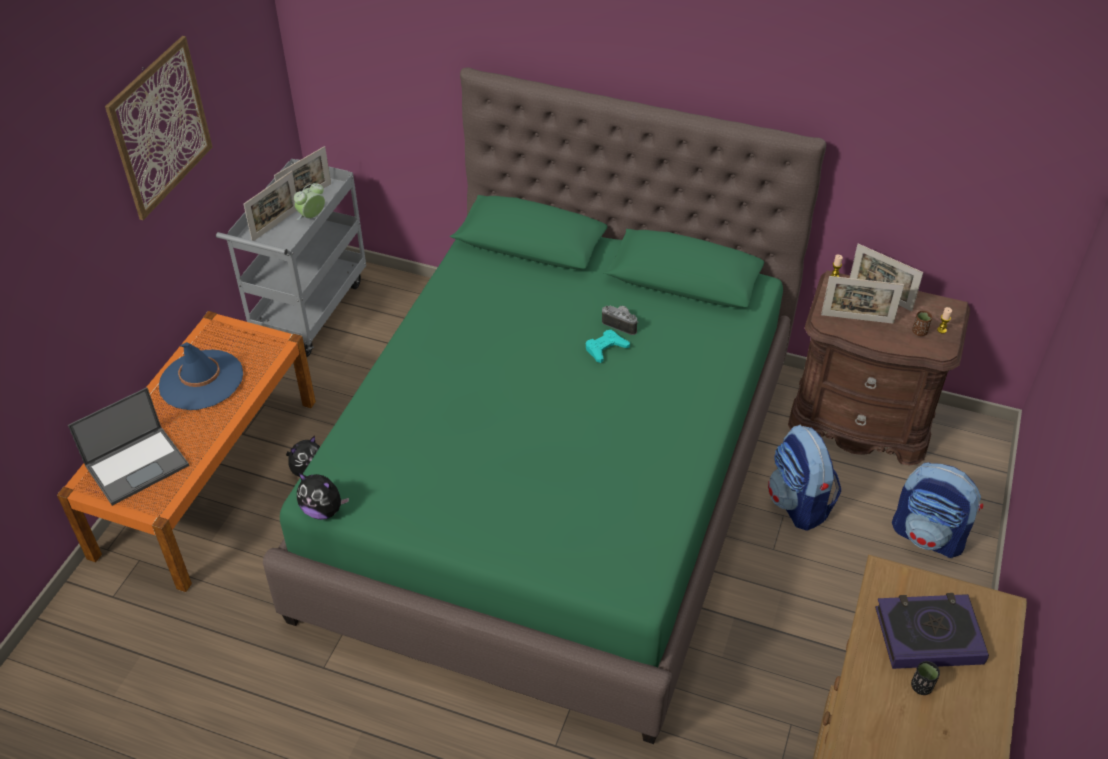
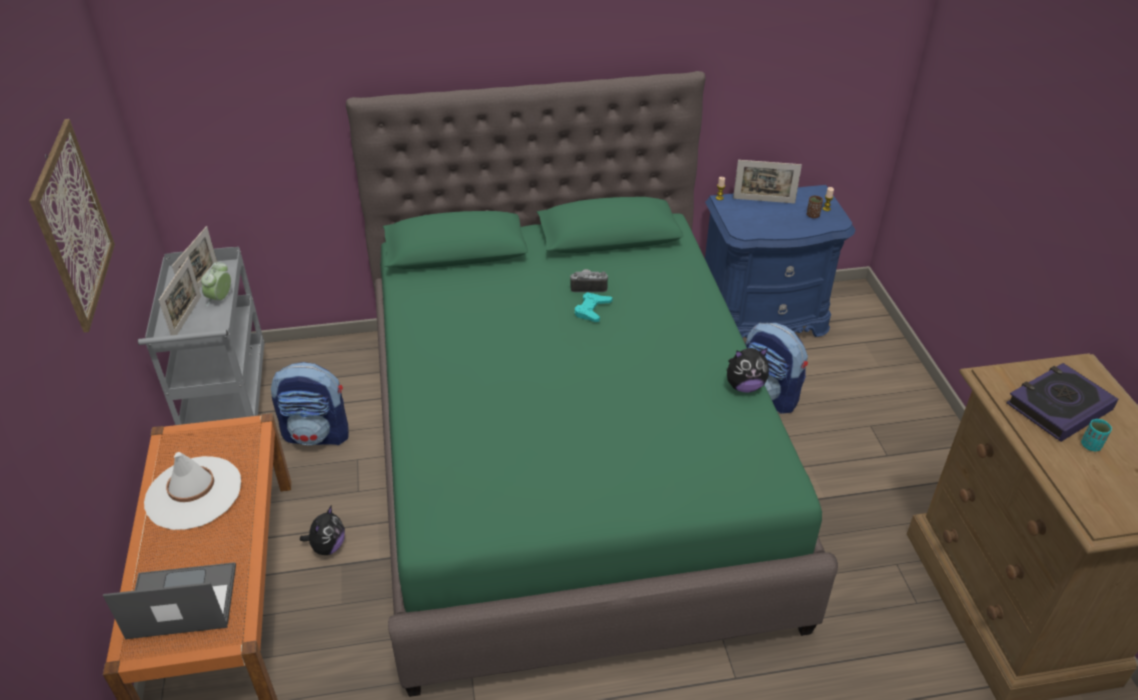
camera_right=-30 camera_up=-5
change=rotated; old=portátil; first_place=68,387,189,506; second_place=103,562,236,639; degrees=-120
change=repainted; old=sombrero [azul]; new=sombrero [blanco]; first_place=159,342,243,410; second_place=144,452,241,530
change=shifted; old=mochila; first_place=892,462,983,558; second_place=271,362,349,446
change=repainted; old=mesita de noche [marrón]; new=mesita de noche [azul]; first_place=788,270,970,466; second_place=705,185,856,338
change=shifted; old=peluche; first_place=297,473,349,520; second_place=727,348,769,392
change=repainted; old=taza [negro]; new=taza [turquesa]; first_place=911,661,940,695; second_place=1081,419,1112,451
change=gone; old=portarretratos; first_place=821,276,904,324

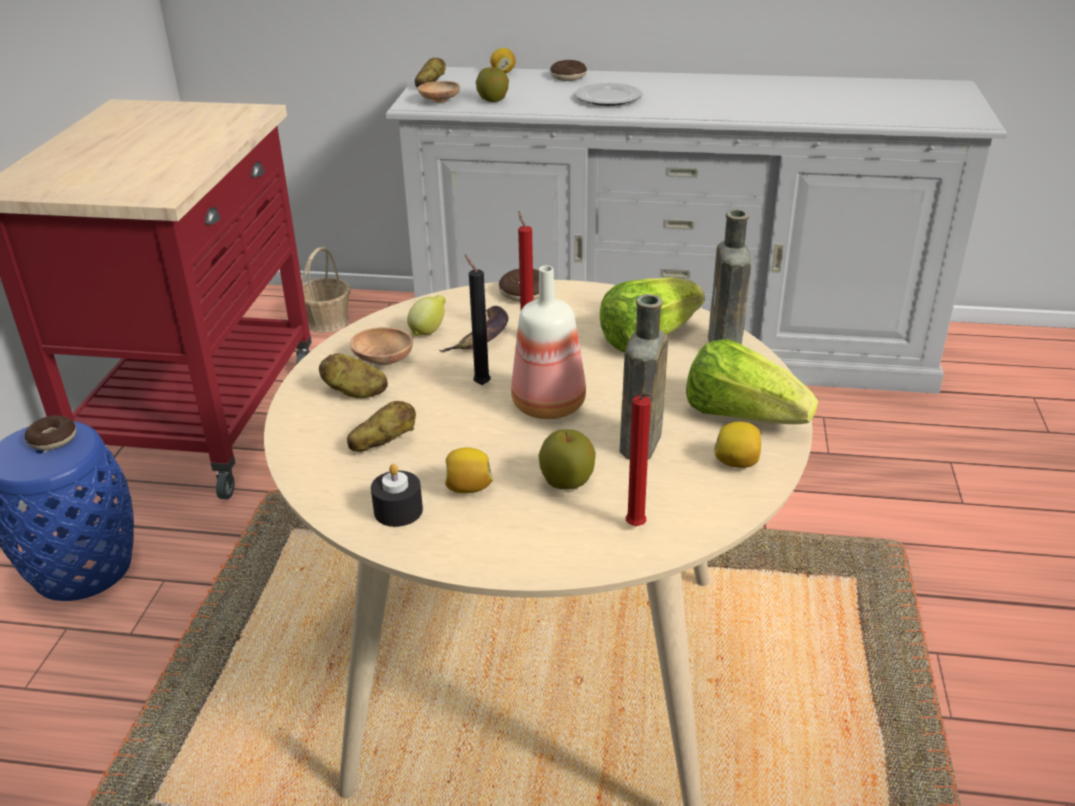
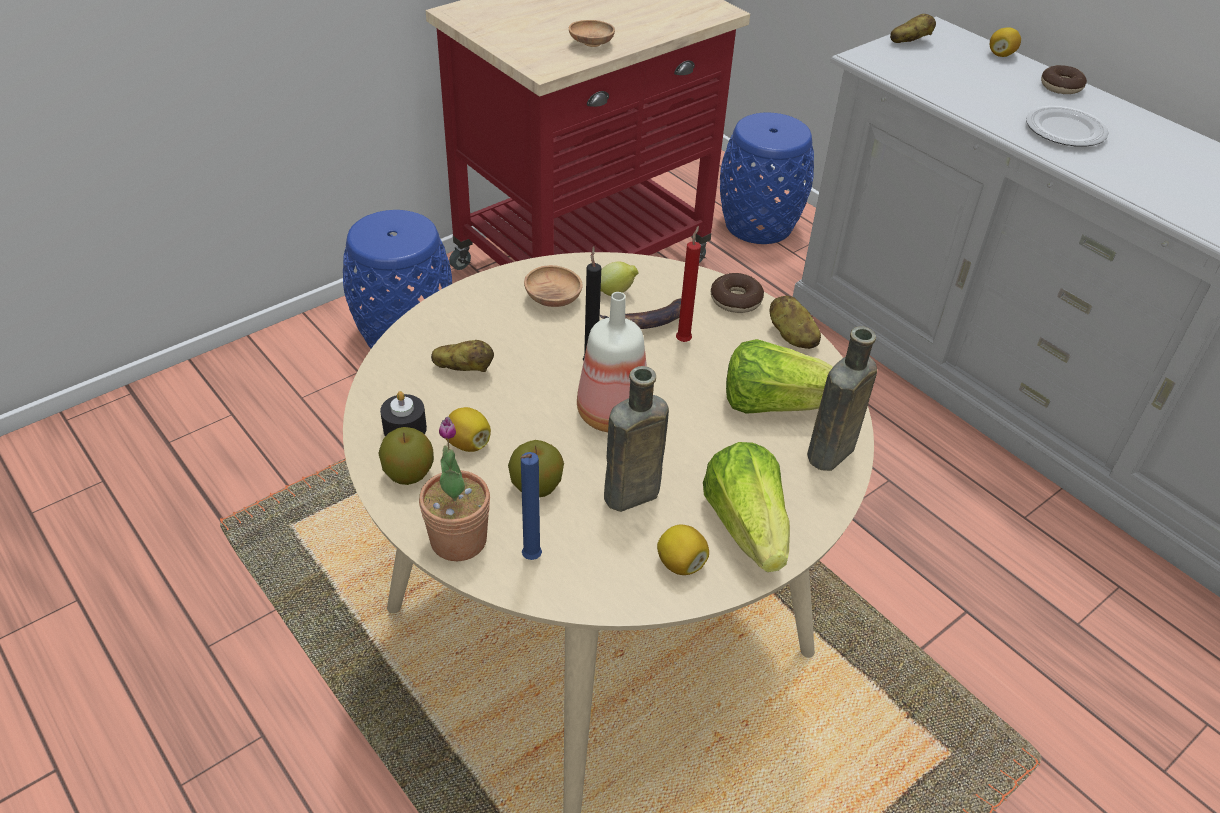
camera_right=40 camera_up=10
change=shifted; old=manzana; first_place=476,67,509,102; second_place=378,427,434,485
change=new; new=planta en maceta; second_place=419,417,490,561
change=repainted; old=vela [rojo]; new=vela [azul]; first_place=626,393,651,526; second_place=521,452,542,560
change=shifted; old=cuenco [marrón]; first_place=418,81,460,103; second_place=569,20,615,47
change=swapped; old=cesta; new=taburete [azul]; first_place=302,247,350,333; second_place=720,112,814,244
change=shifted; old=patata; first_place=319,354,388,398; second_place=769,295,821,349
change=gone; old=rosquilla; first_place=25,415,76,450

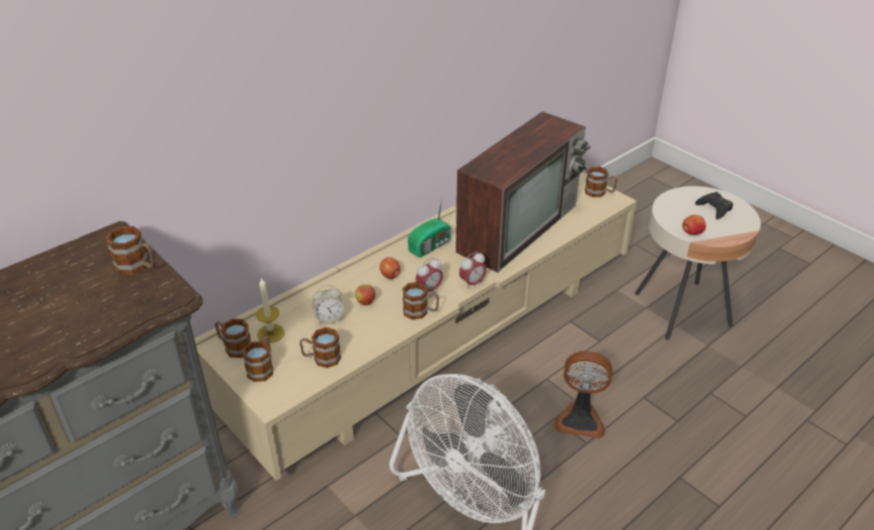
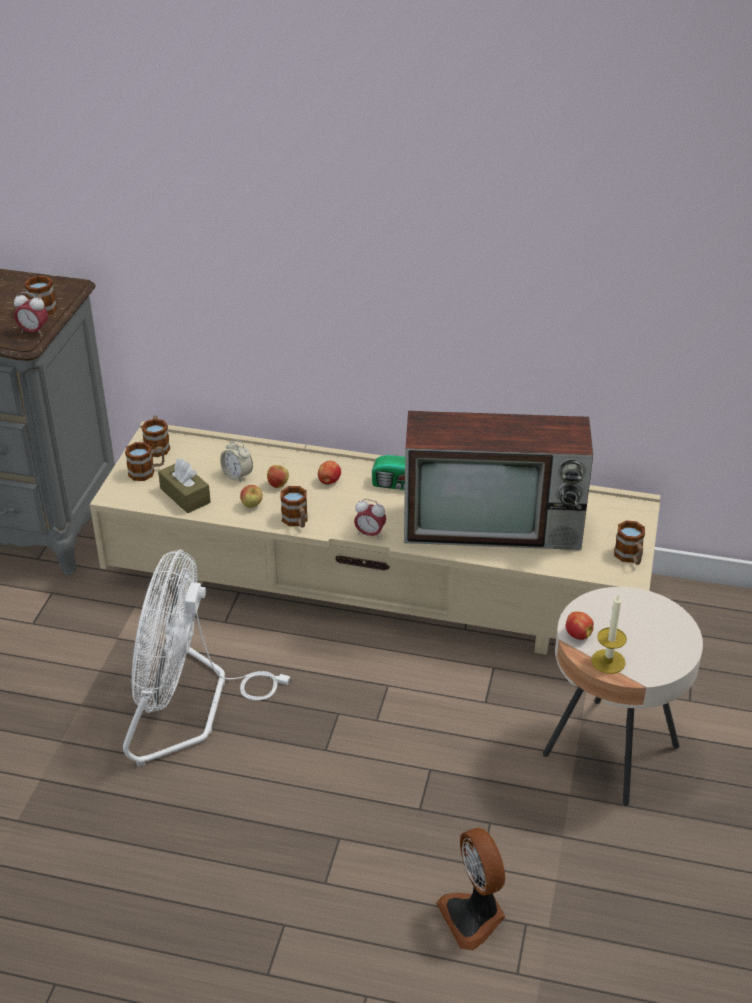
camera_right=55 camera_up=0
change=shifted; old=despertador; first_place=415,258,443,292; second_place=14,292,48,336
change=swapped; old=taza grande; new=caja de pañuelos [marrón]; first_place=300,327,341,368; second_place=158,458,211,513
change=new; new=manzana; second_place=240,485,263,508
change=shifted; old=ventilador; first_place=554,351,612,439; second_place=436,828,505,950
change=shifted; old=vela; first_place=256,277,284,343; second_place=591,594,627,674
change=gone; old=mando de consola [negro]; first_place=695,192,733,219

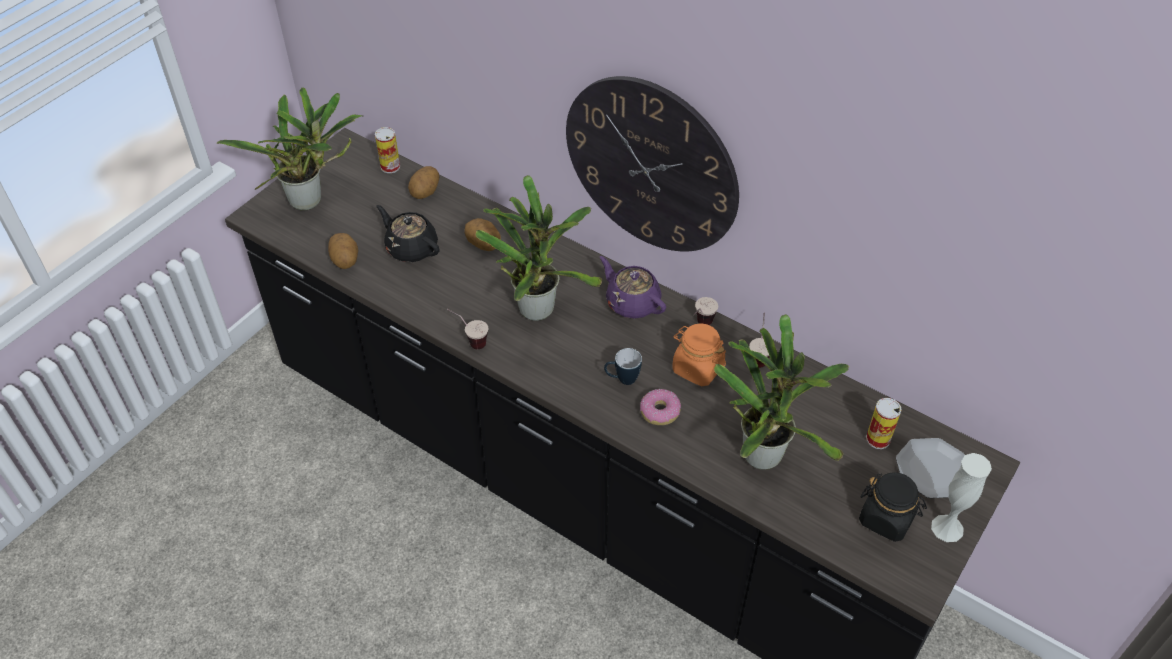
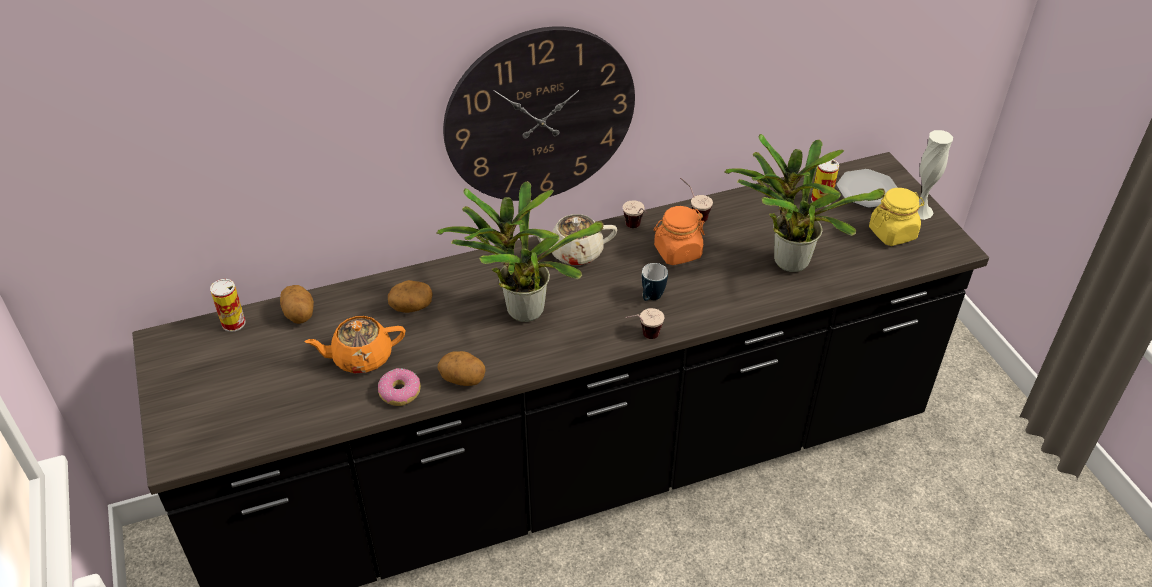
camera_right=-55 camera_up=-5
change=repainted; old=tetera [negro]; new=tetera [naranja]; first_place=377,205,440,262; second_place=304,316,405,373
change=shifted; old=rosquilla; first_place=640,389,681,425; second_place=378,368,421,406
change=shifted; old=patata; first_place=328,233,358,269; second_place=437,351,486,386
change=repainted; old=tetera [morado]; new=tetera [beis]; first_place=600,256,666,319; second_place=534,214,617,265
change=shifted; old=taza; first_place=447,309,488,349; second_place=625,308,664,339
change=repainted; old=tarro [negro]; new=tarro [amarillo]; first_place=859,472,927,542; second_place=869,188,924,246
change=gone; old=planta en maceta; first_place=217,87,363,211

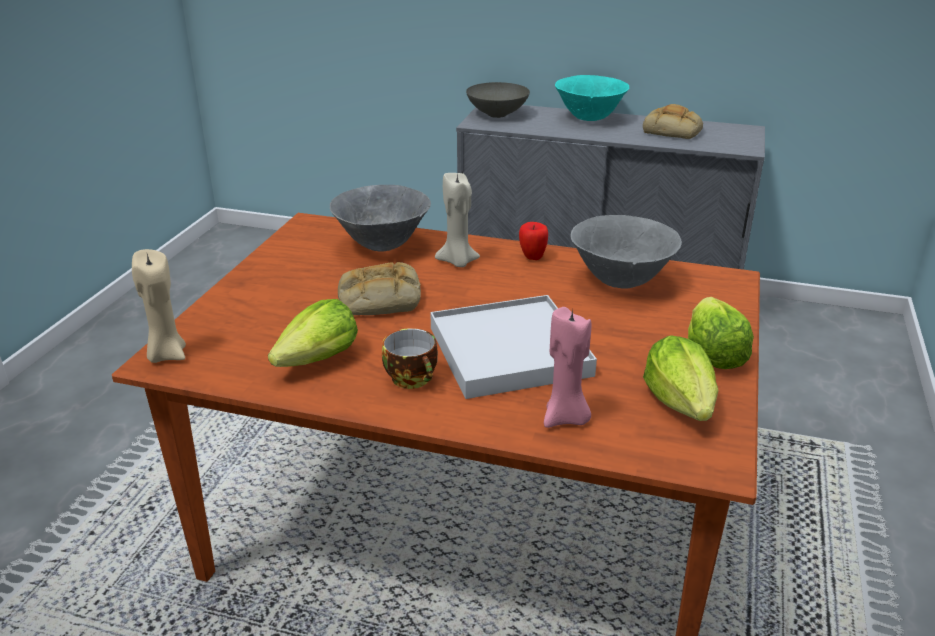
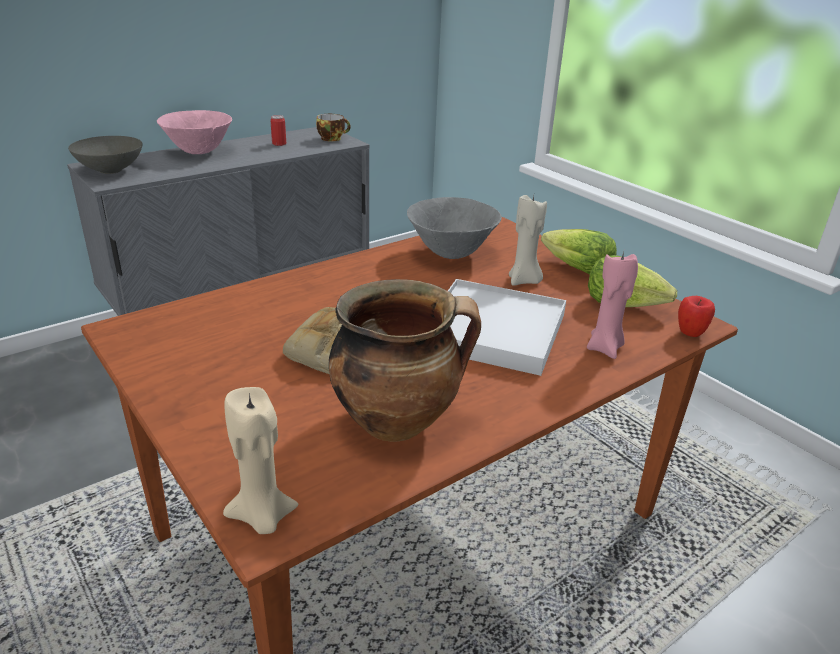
camera_right=-55 camera_up=0
change=repainted; old=cuenco [turquesa]; new=cuenco [rosa]; first_place=555,75,629,121; second_place=157,110,232,154
change=swapped; old=pan; new=lata; first_place=643,104,703,139; second_place=270,115,286,146
change=shifted; old=taza; first_place=382,328,438,389; second_place=316,114,351,141
change=swapped; old=lechuga; new=olla; first_place=268,299,358,367; second_place=329,279,481,442
change=shifted; old=vela [beis]; first_place=435,172,480,267; second_place=509,195,547,286
change=shifted; old=manzana; first_place=519,222,548,260; second_place=678,296,715,337
change=gone; old=cuenco [gris]; first_place=330,185,431,252

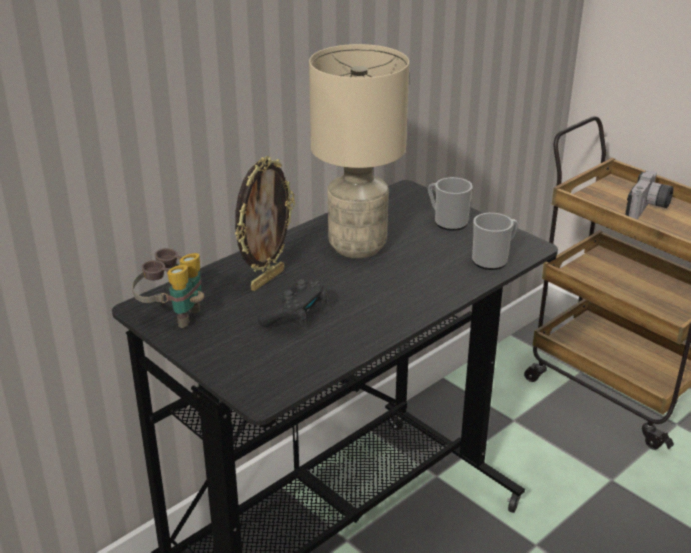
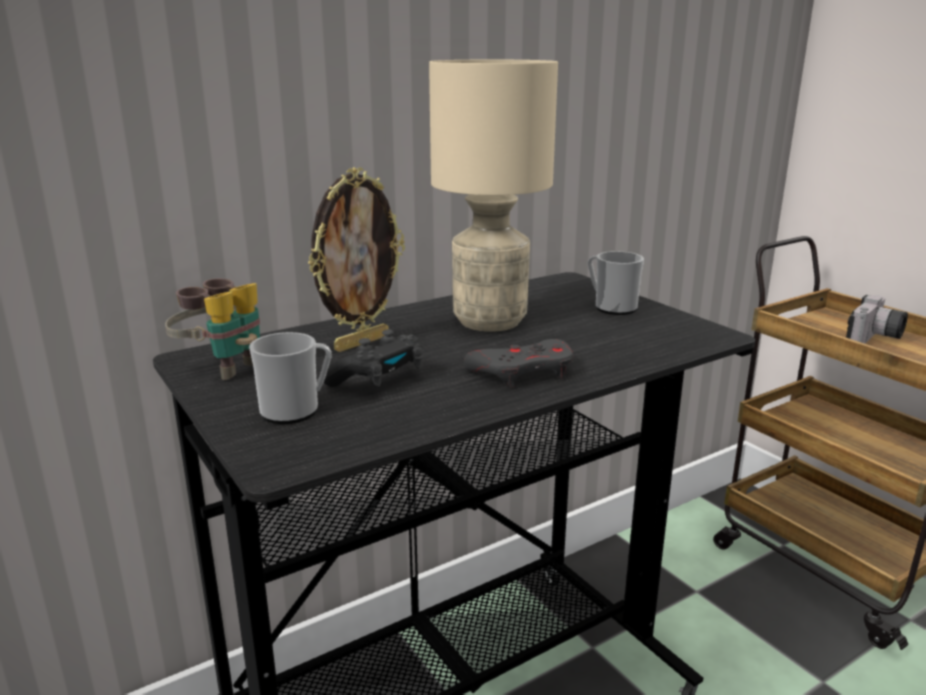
camera_right=10 camera_up=-10
change=shifted; old=taza grande; first_place=472,213,518,270; second_place=249,332,332,424
change=new; new=mando de consola [gris]; second_place=464,339,573,387

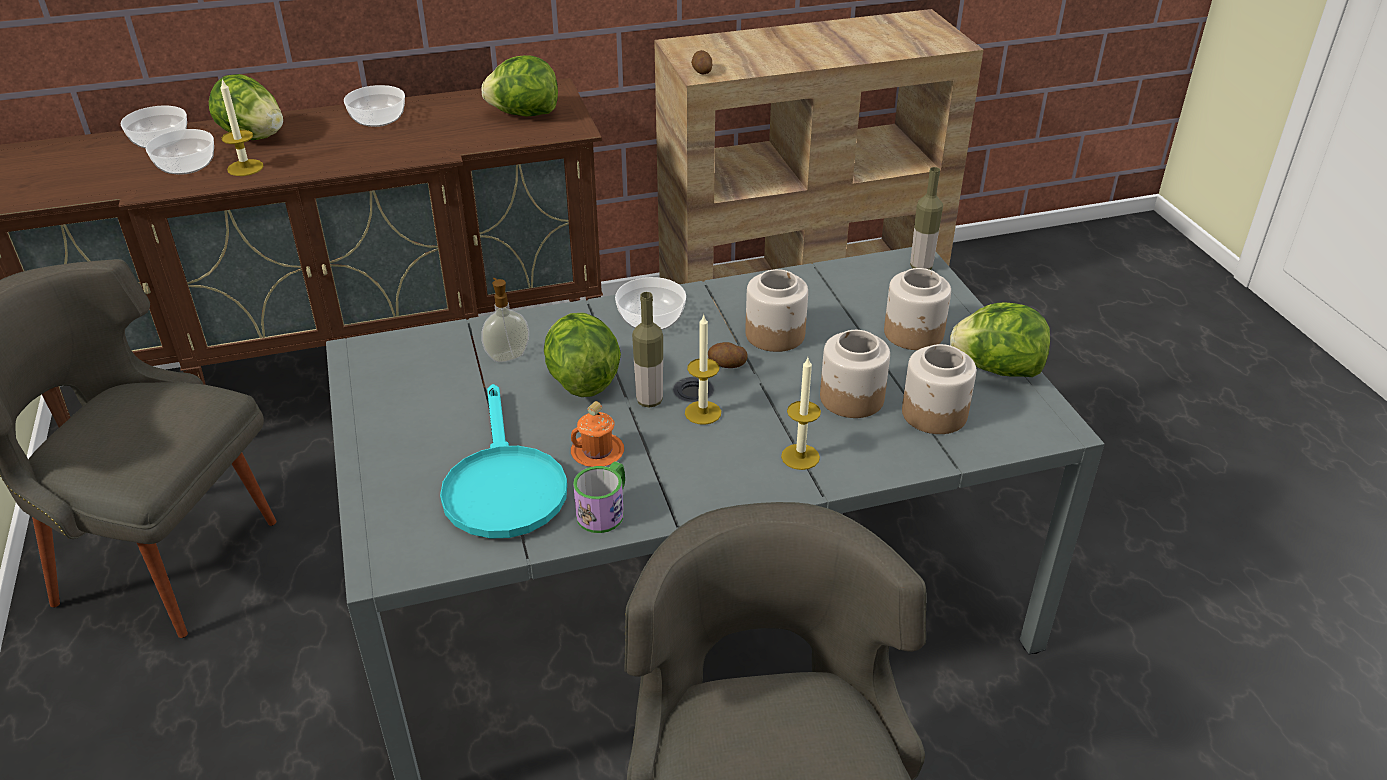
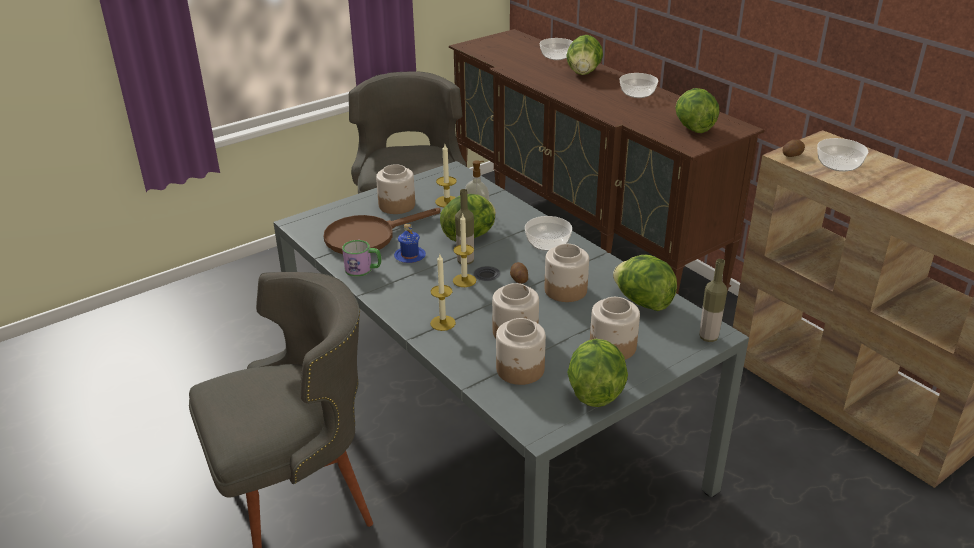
camera_right=70 camera_up=-5
change=repainted; old=sartén [turquesa]; new=sartén [marrón]; first_place=440,384,567,539; second_place=324,208,441,254
change=new; new=tarro; second_place=376,164,415,214
change=repainted; old=taza grande [naranja]; new=taza grande [azul]; first_place=571,401,624,467; second_place=394,224,426,263
change=shifted; old=vela; first_place=220,79,264,176; second_place=435,144,457,207
change=new; new=lechuga; second_place=613,255,677,311
change=shifted; old=cuenco; first_place=146,129,214,175; second_place=817,138,868,172

